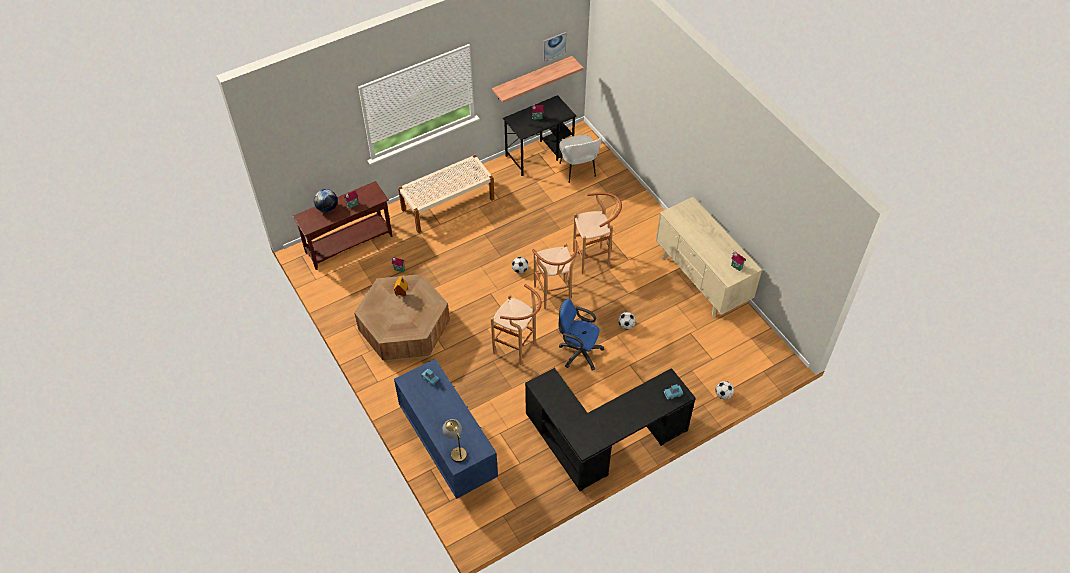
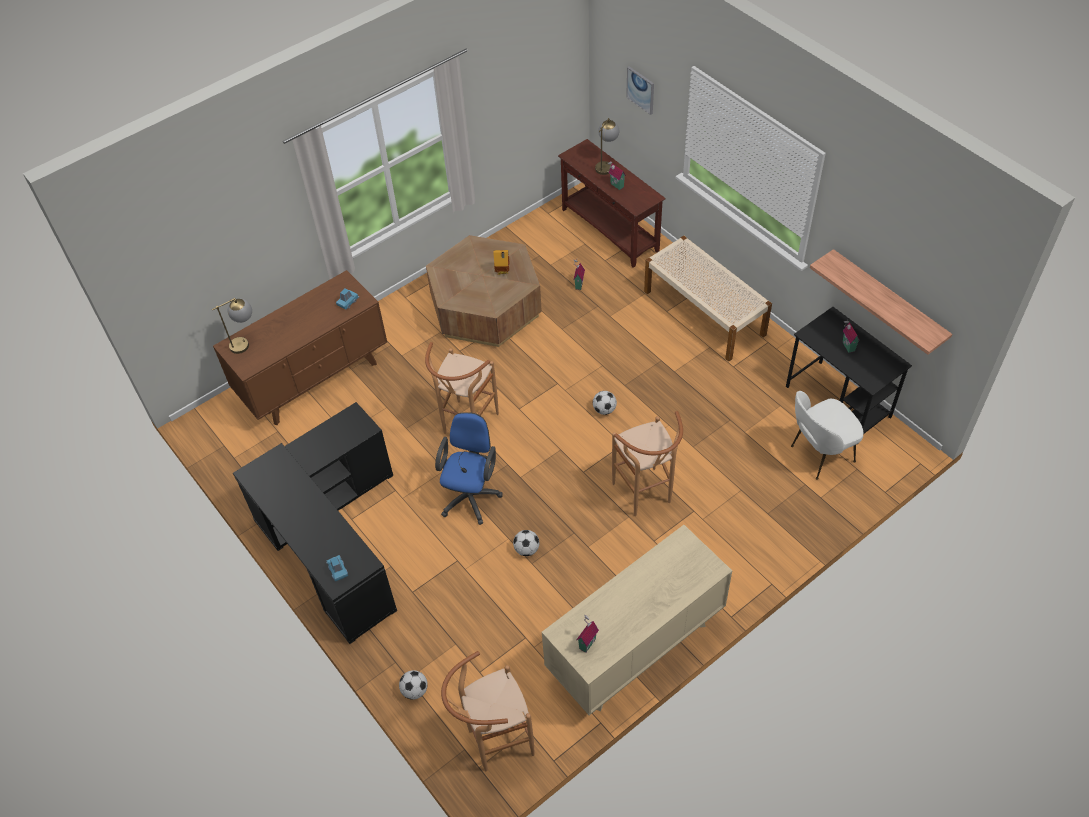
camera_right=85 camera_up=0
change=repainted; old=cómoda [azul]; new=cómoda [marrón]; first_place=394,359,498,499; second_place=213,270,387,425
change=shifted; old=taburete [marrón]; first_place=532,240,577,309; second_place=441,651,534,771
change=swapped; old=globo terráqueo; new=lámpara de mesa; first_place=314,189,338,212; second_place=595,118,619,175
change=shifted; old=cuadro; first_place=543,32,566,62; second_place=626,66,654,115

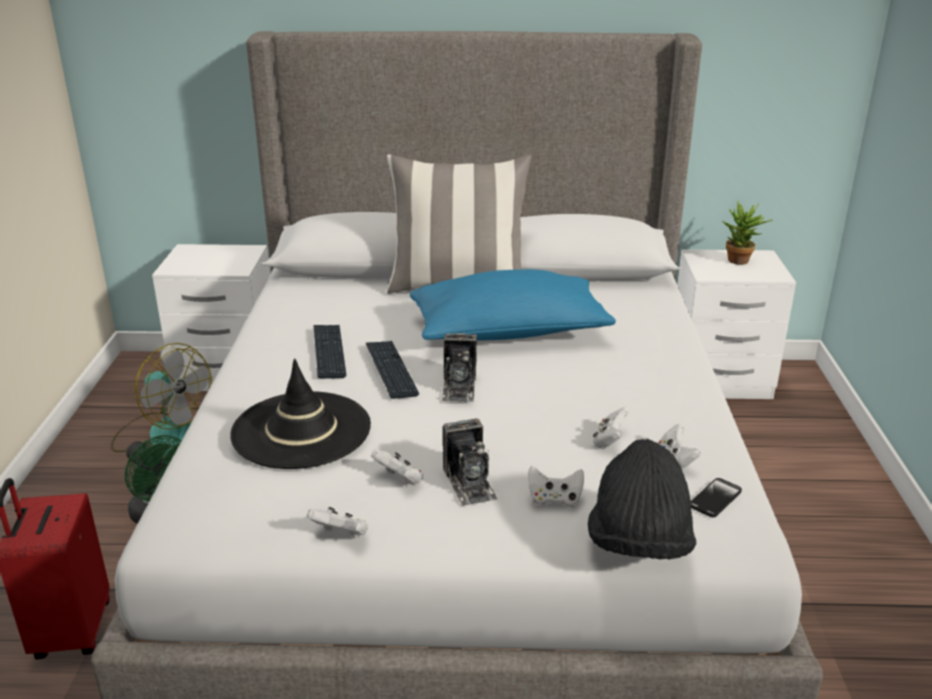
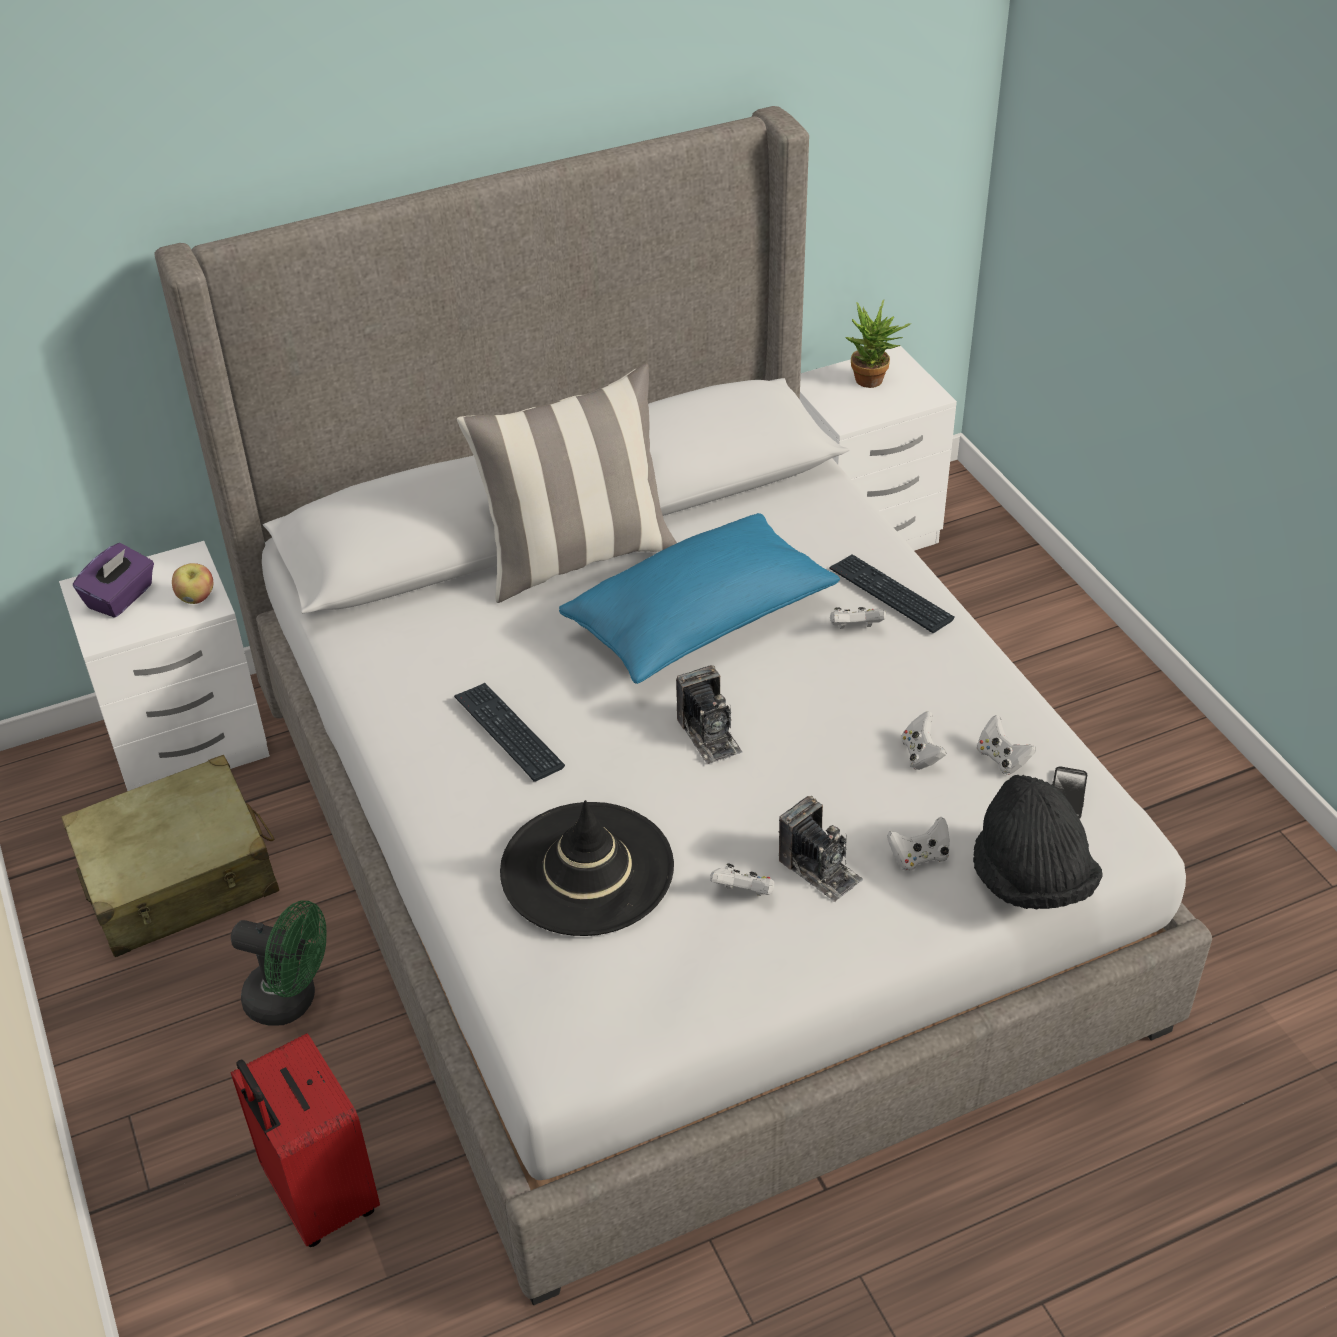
camera_right=-25 camera_up=15
change=swapped; old=ventilador; new=maleta [beis]; first_place=111,343,212,456; second_place=61,755,279,957
change=new; new=caja de pañuelos [morado]; second_place=73,543,154,618
change=new; new=manzana; second_place=172,563,213,604
change=shifted; old=teclado; first_place=366,341,419,399; second_place=829,554,955,633
change=shifted; old=mando de consola [blanco]; first_place=307,507,368,538; second_place=830,607,886,629

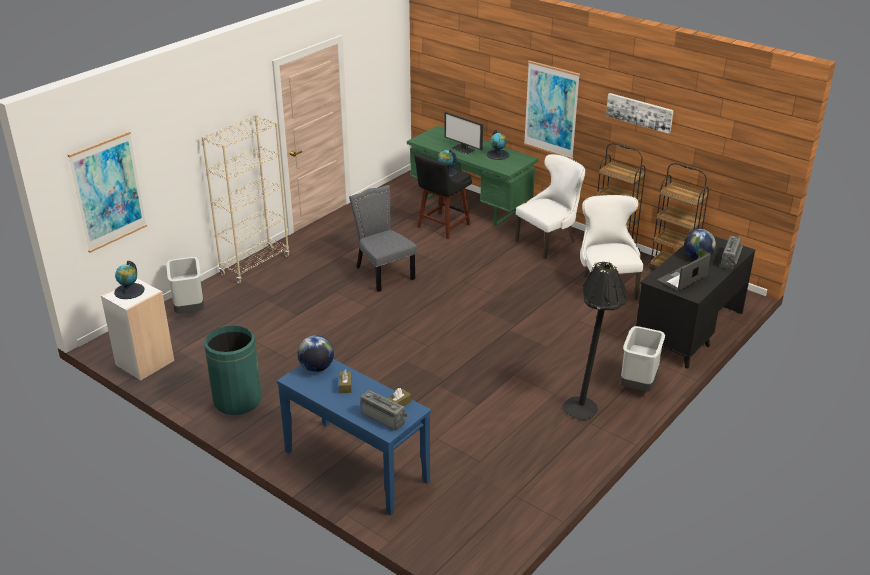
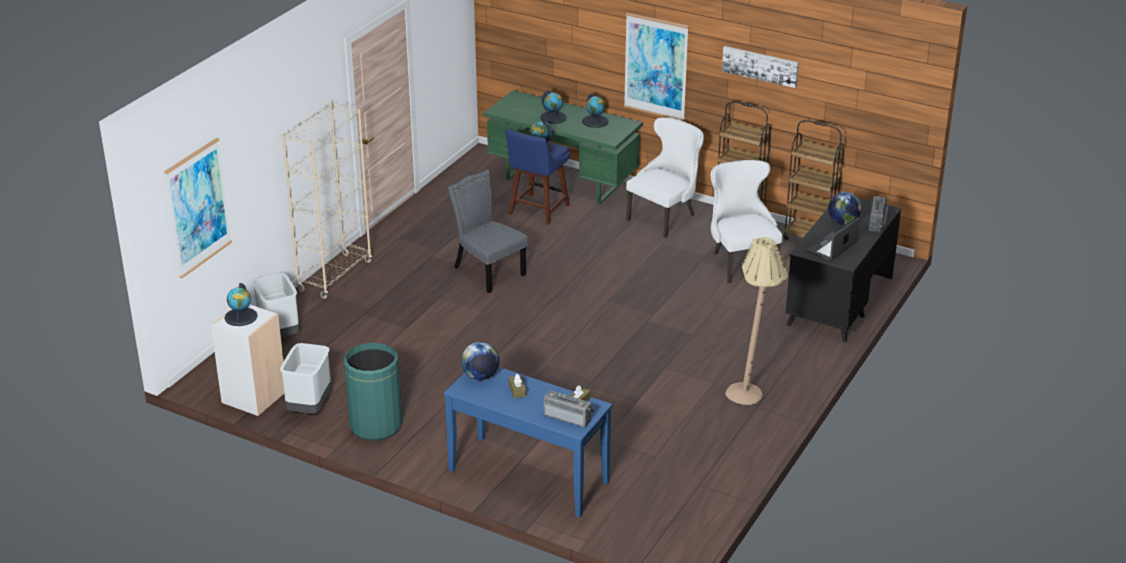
camera_right=-10 camera_up=0
change=shifted; old=papelera [gris]; first_place=620,326,665,391; second_place=280,343,331,414
change=repainted; old=taburete [negro]; new=taburete [azul]; first_place=414,153,472,239; second_place=505,129,570,225
change=swapped; old=monitor; new=globo terráqueo; first_place=444,112,483,154; second_place=540,90,567,124
change=repainted; old=lámpara de pie [negro]; new=lámpara de pie [beis]; first_place=563,262,626,420; second_place=726,237,788,405

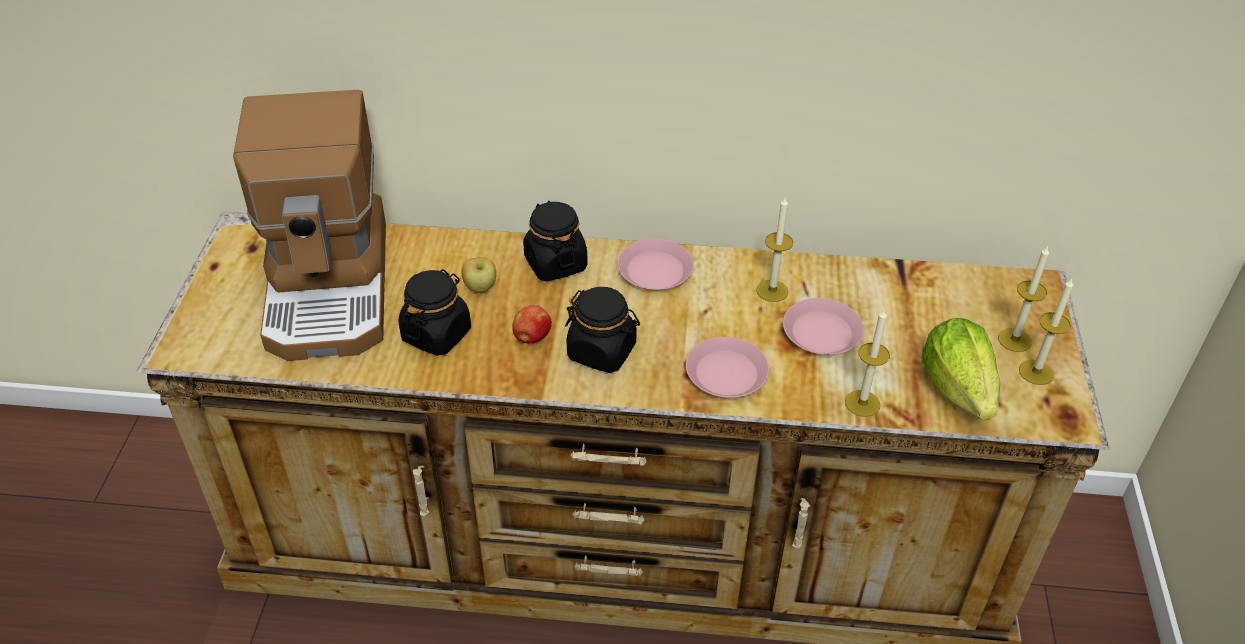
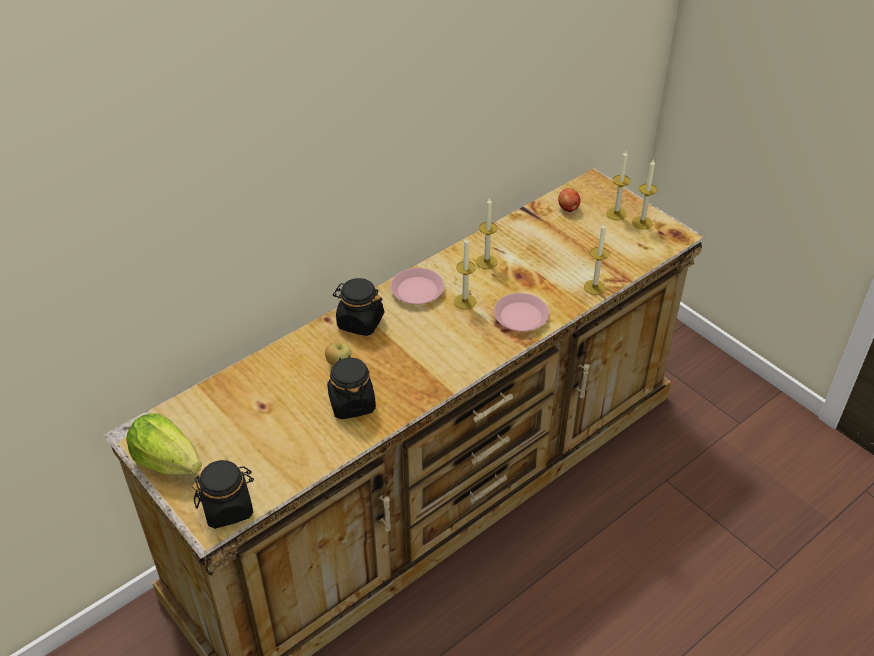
camera_right=-45 camera_up=0
change=shifted; old=lechuga; first_place=921,318,1001,420; second_place=126,413,202,475
change=shifted; old=tarro [negro]; first_place=565,287,640,373; second_place=192,460,254,529
change=new; new=vela; second_place=454,237,476,310
change=shifted; old=manzana; first_place=512,305,552,343; second_place=558,188,581,212
change=gone; old=cafetera; first_place=233,90,386,361
change=gone; old=plato [rosa]; first_place=783,298,864,355

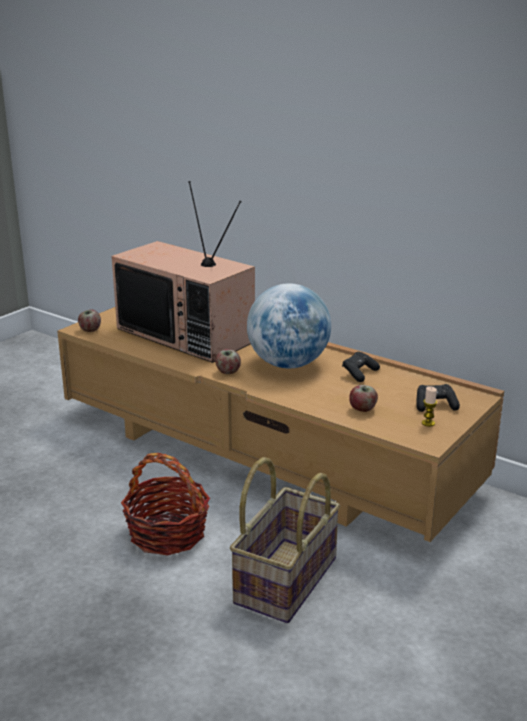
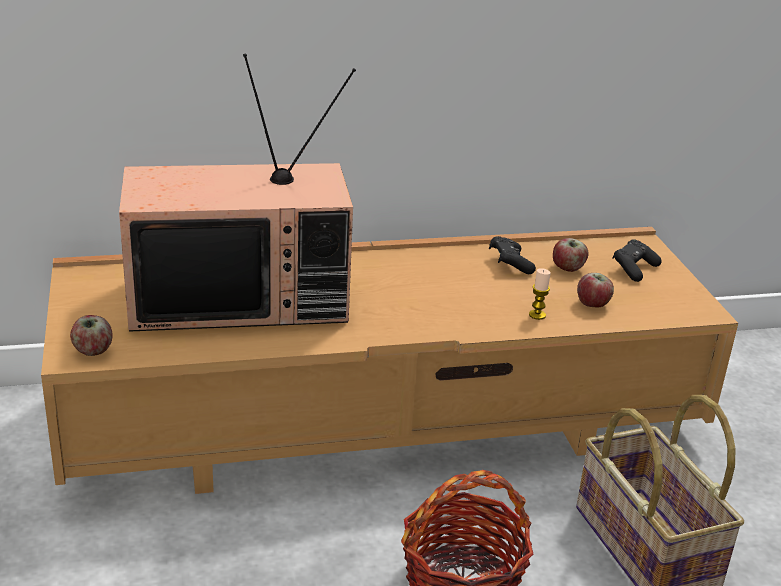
camera_right=-50 camera_up=5
change=shifted; old=vela; first_place=422,386,437,427; second_place=529,268,551,320
change=shifted; old=manzana; first_place=215,349,241,374; second_place=553,238,589,272
change=gone; old=globo terráqueo; first_place=247,283,331,368

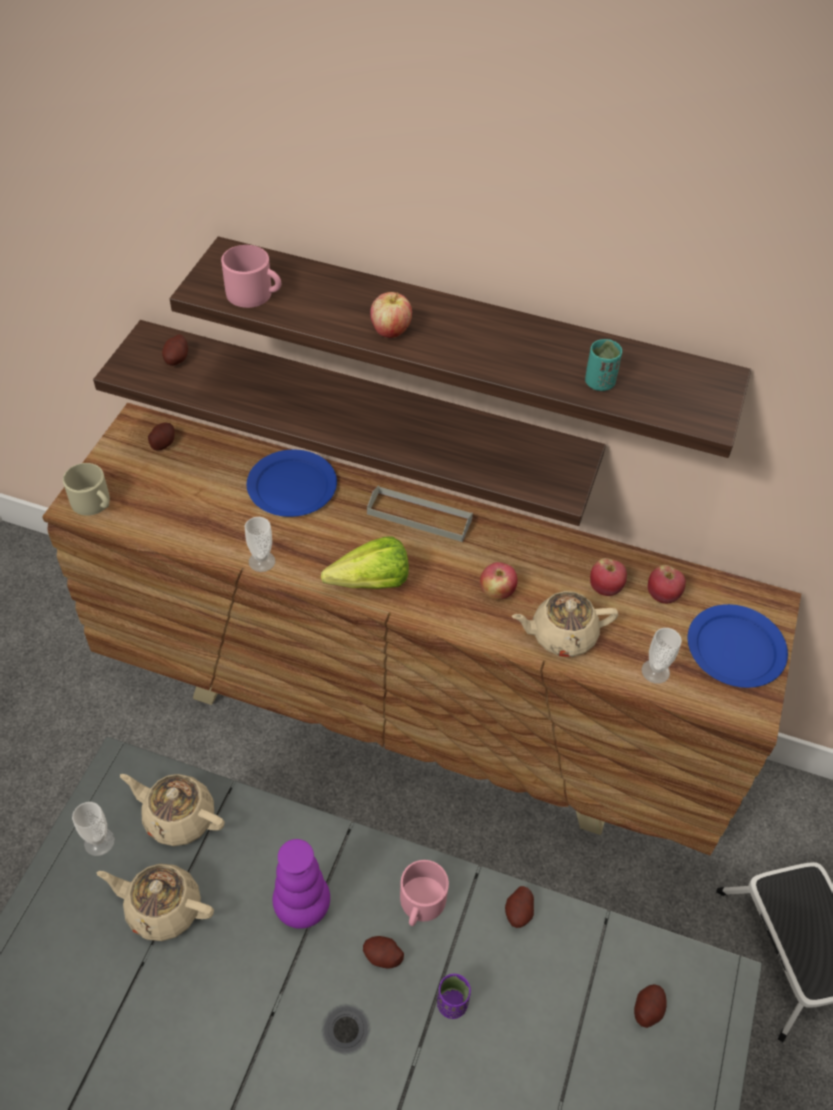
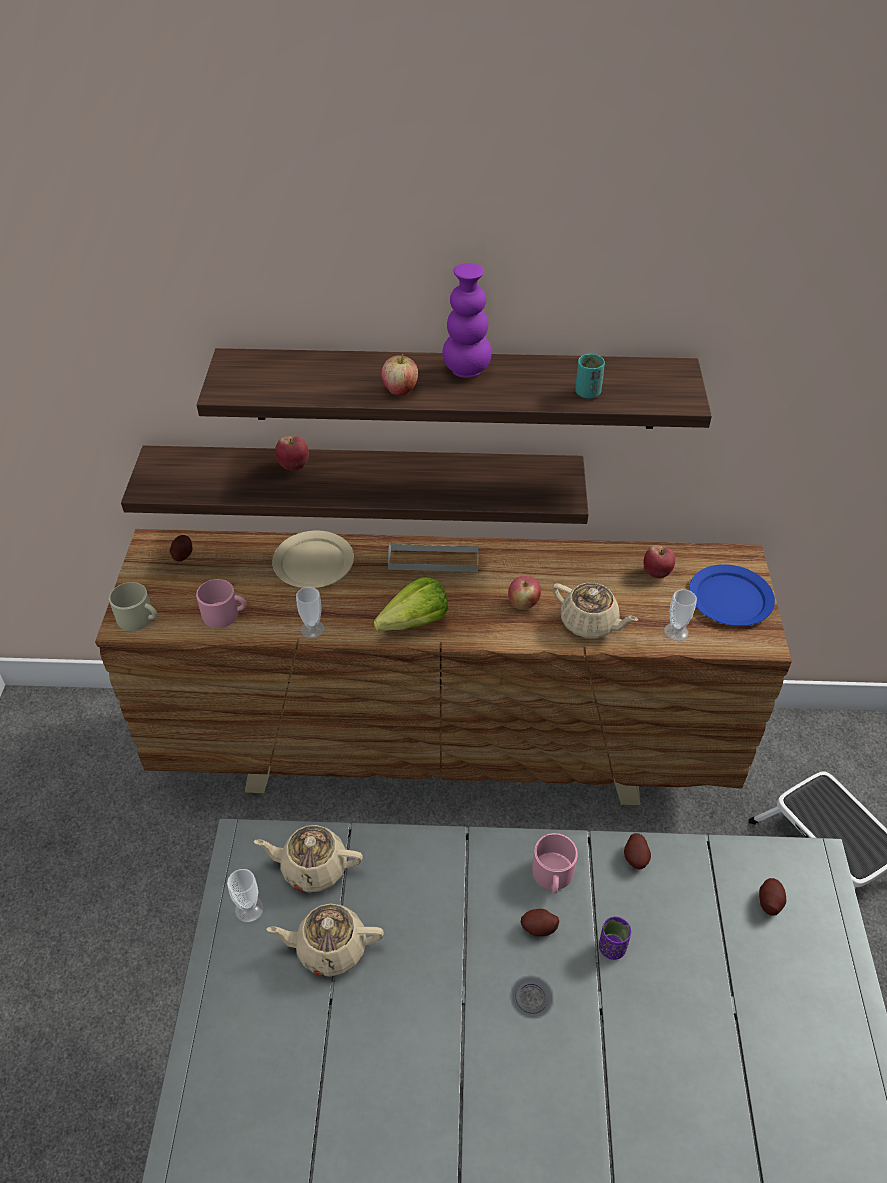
camera_right=-15 camera_up=-5
change=shifted; old=taza grande [rosa]; first_place=221,245,281,308; second_place=196,579,247,628
change=repainted; old=plato [azul]; new=plato [beis]; first_place=247,449,337,517; second_place=272,531,354,588
change=shifted; old=manzana; first_place=590,558,627,596; second_place=275,436,309,471
change=shifted; old=florero [morado]; first_place=272,839,330,929; second_place=442,263,492,378
change=rotated; old=tetera [beis]; first_place=511,591,618,657; second_place=552,583,638,638; degrees=-120
change=gone; old=patata; first_place=162,334,188,366

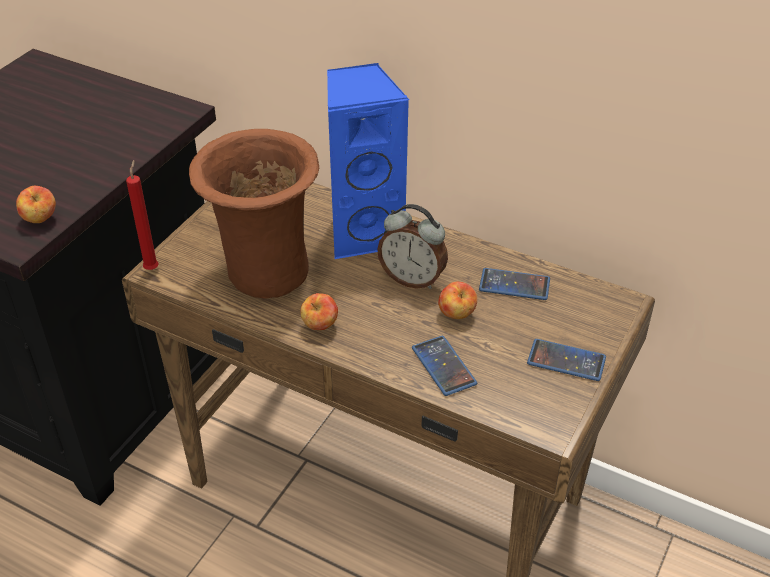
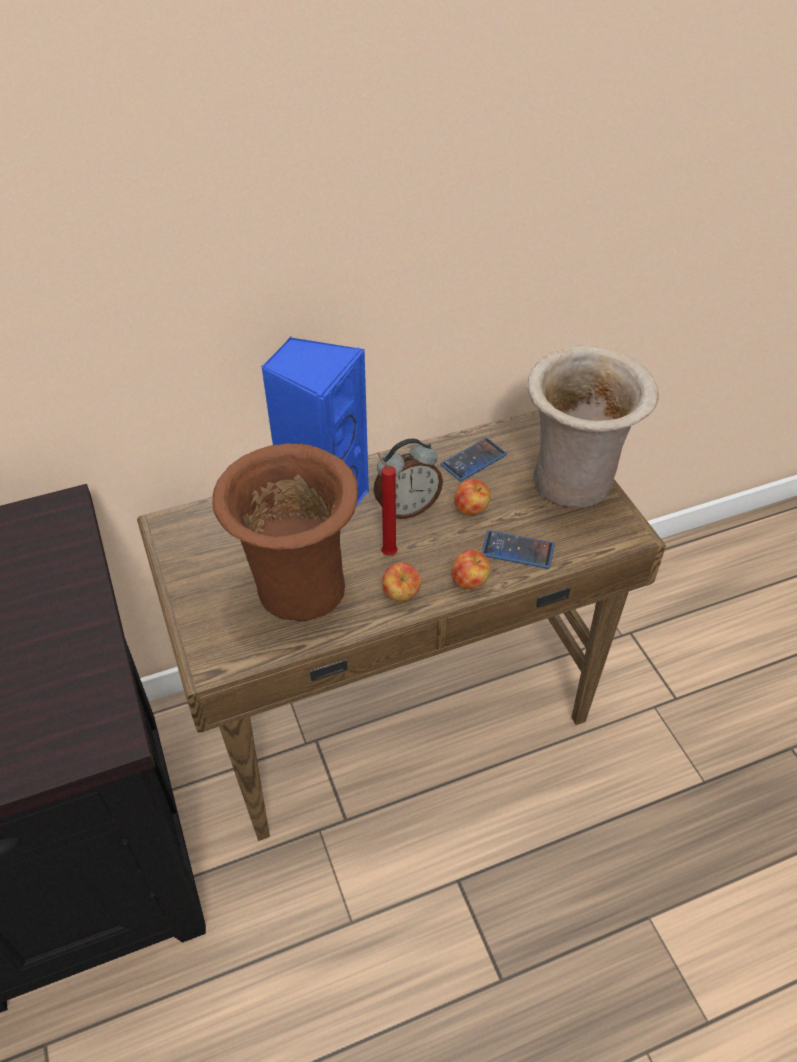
camera_right=-50 camera_up=5
change=shifted; old=vela [rojo]; first_place=126,160,158,270; second_place=377,453,398,556
change=shifted; old=manzana; first_place=16,186,56,223; second_place=451,549,490,589
change=swapped; old=móvil; new=florero [beis]; first_place=527,339,606,381; second_place=528,346,659,508

